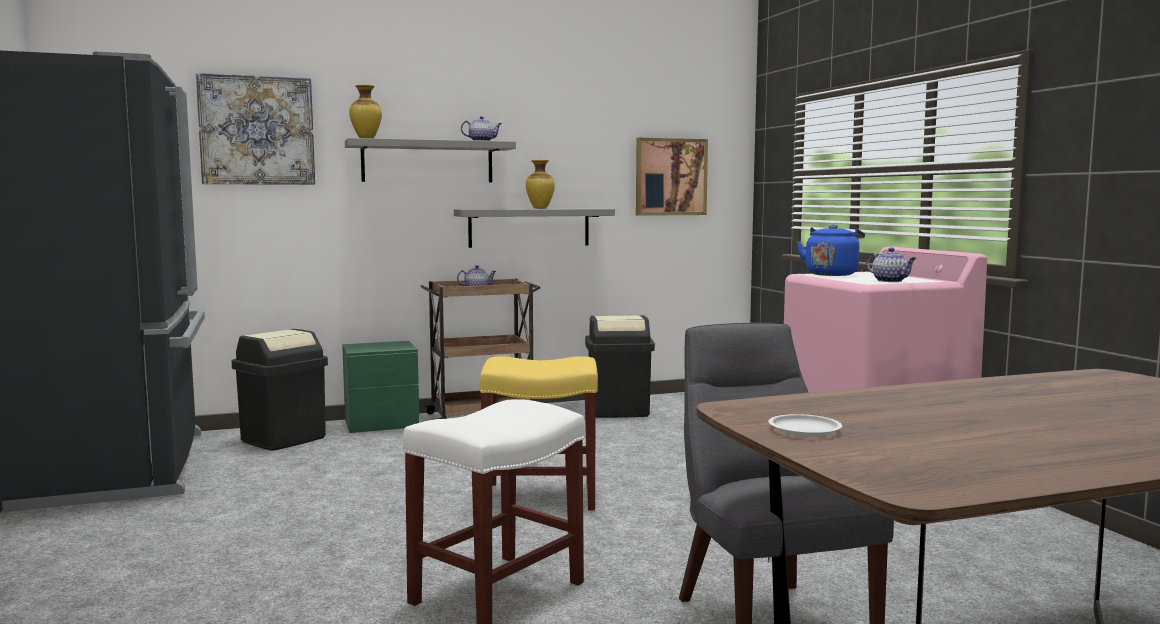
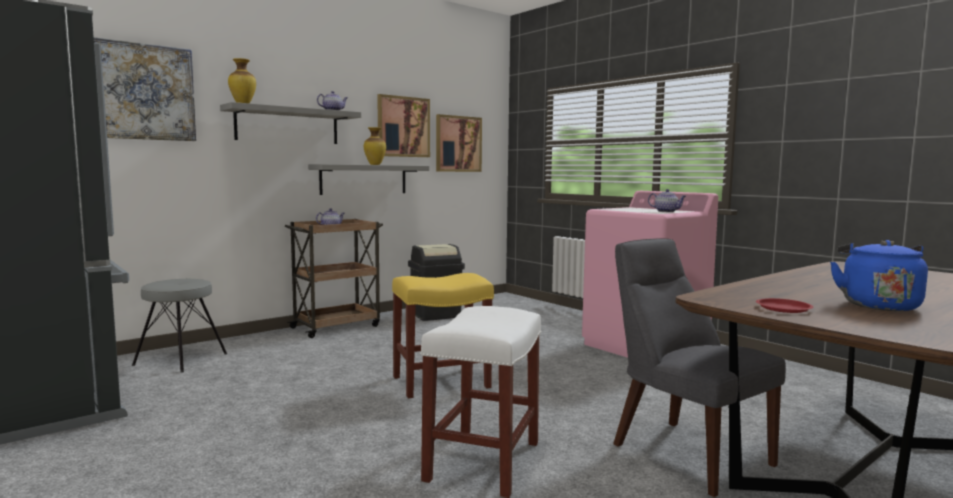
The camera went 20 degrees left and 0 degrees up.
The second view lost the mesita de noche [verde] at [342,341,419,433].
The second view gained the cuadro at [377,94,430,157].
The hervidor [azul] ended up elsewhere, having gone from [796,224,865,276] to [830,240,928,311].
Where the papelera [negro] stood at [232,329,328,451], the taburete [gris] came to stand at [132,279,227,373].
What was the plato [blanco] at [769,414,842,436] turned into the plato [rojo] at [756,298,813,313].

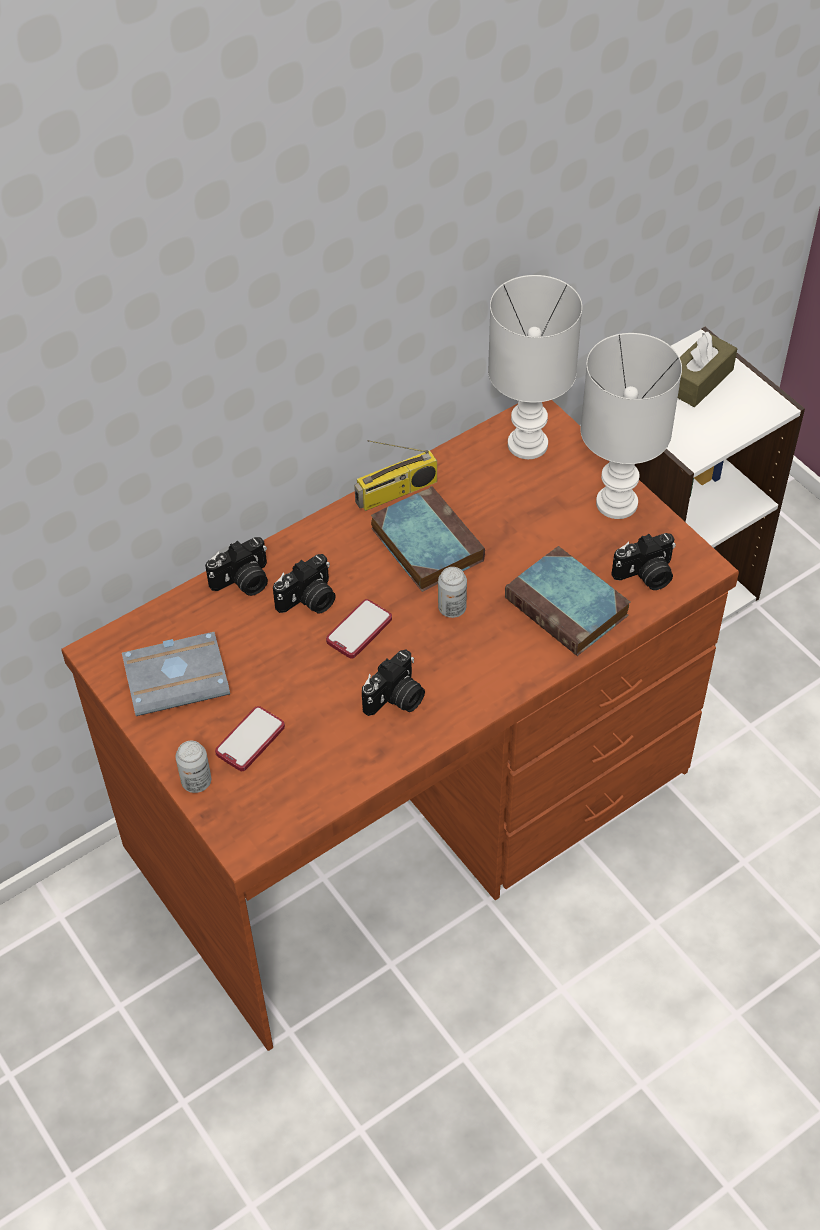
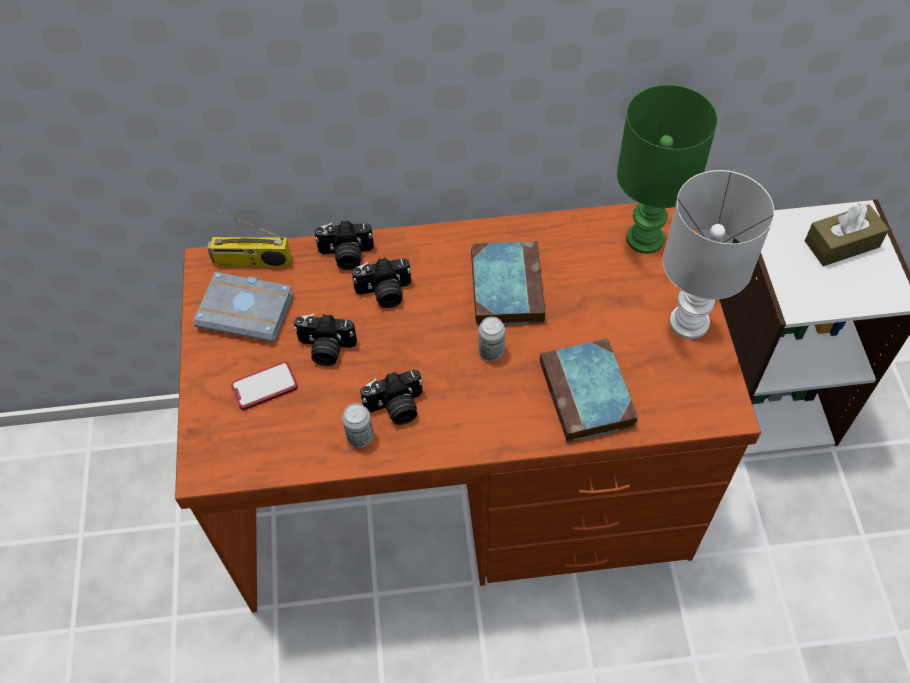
The camera went 30 degrees right and 5 degrees up.
The second view lost the móvil at [326,599,392,659].
The lata ended up elsewhere, having gone from [175,741,211,793] to [342,403,374,448].
The radio ended up elsewhere, having gone from [354,440,437,511] to [207,209,291,267].
The cámara ended up elsewhere, having gone from [612,533,676,590] to [294,314,357,366].
What was the lámpara de mesa [blanco] at [488,275,582,459] turned into the lámpara de mesa [verde] at [617,84,718,254].

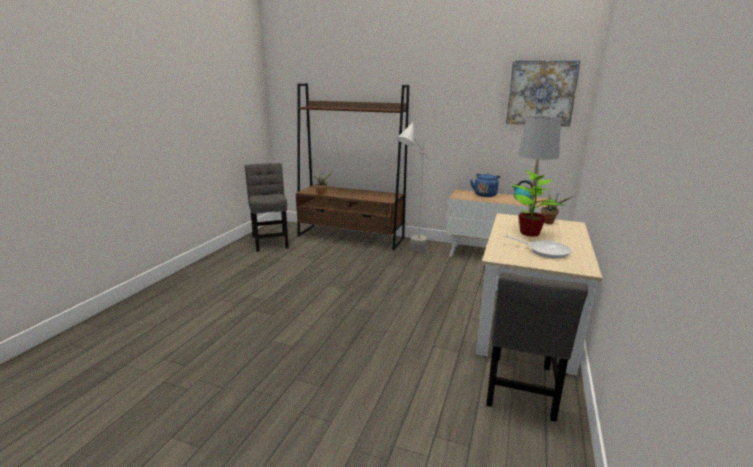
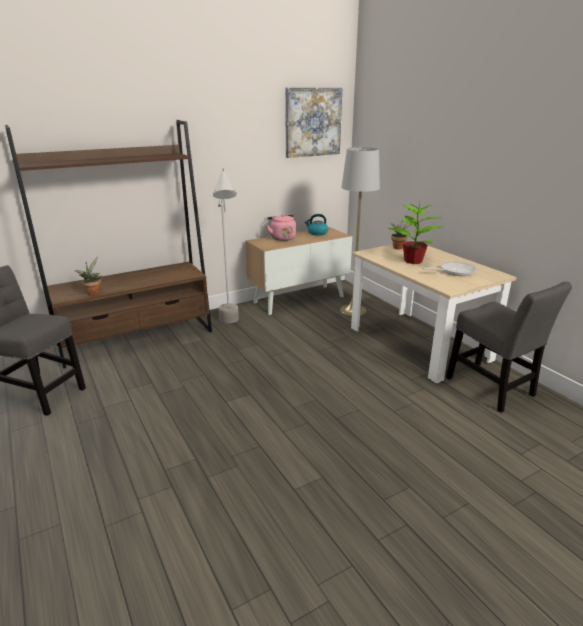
The camera went 50 degrees left and 5 degrees up.
What was the hervidor [azul] at [470,173,500,197] turned into the hervidor [rosa] at [267,214,296,241].

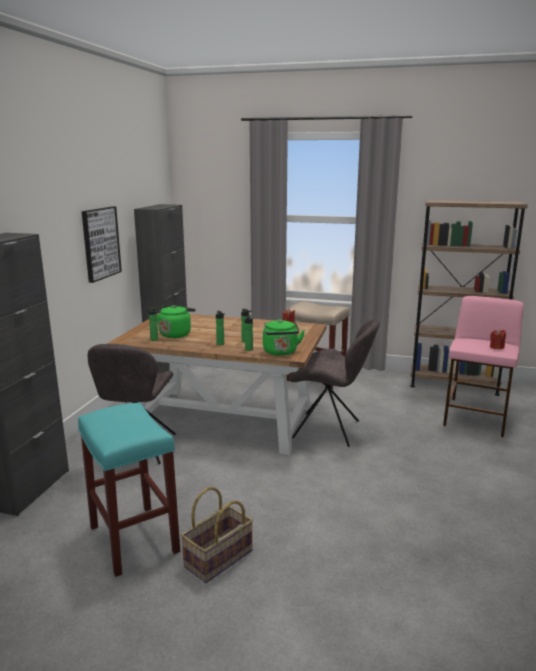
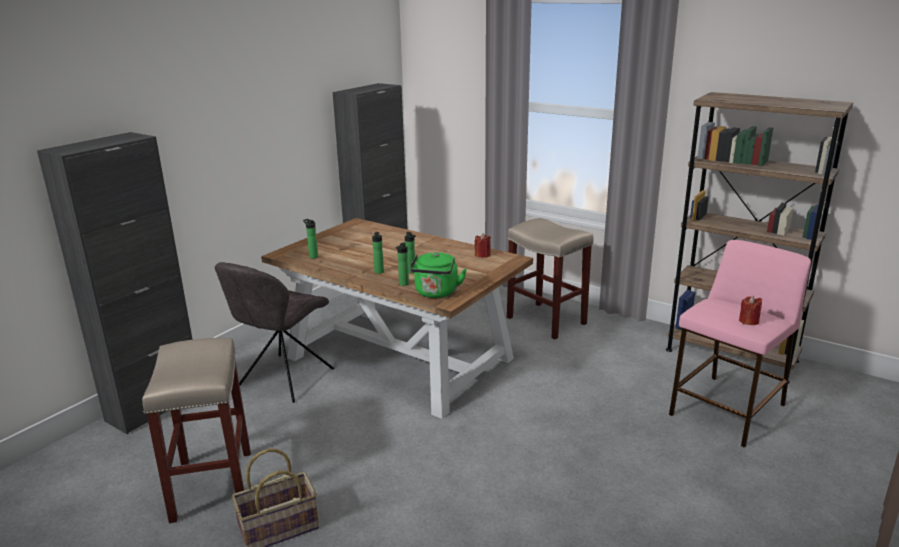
The camera went 20 degrees right and 5 degrees up.
The second view lost the cuadro at [82,206,122,283].
The second view lost the hervidor [verde] at [157,305,196,338].
The second view lost the silla [gris] at [289,319,380,447].
What was the taburete [turquesa] at [78,403,180,577] turned into the taburete [beis] at [142,338,251,523].

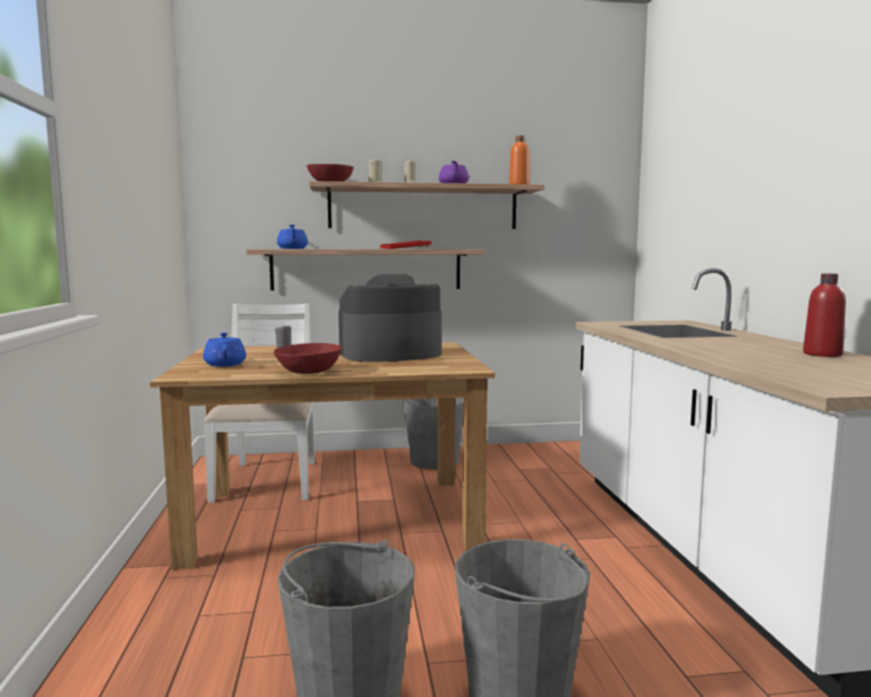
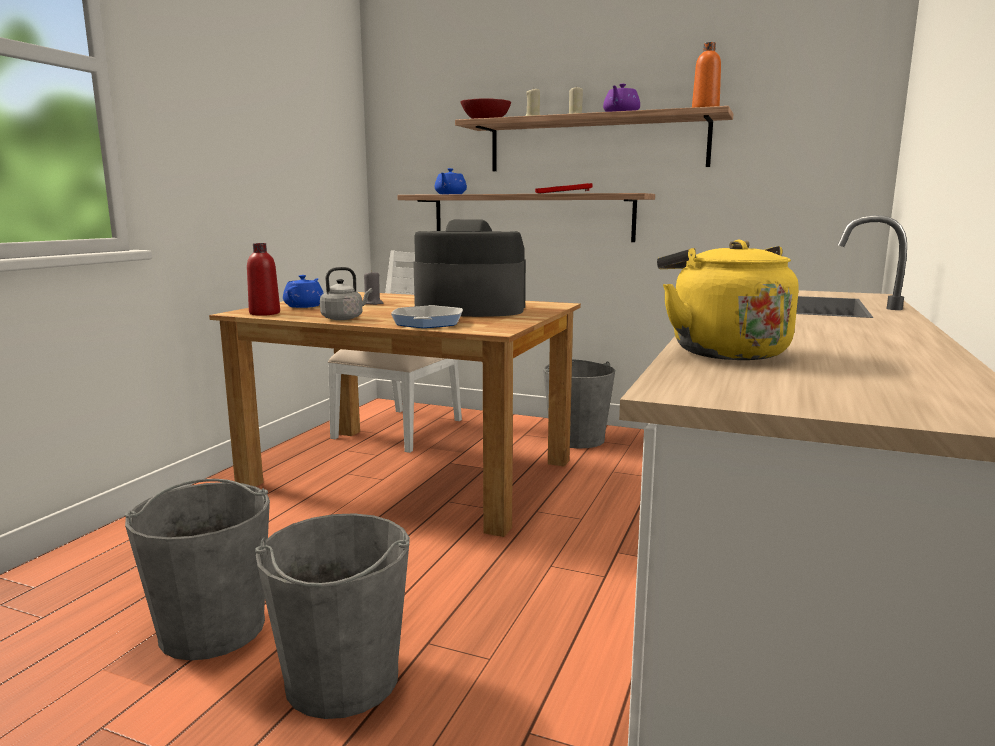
The camera went 30 degrees right and 5 degrees up.
The second view gained the sartén at [391,305,463,328].
The second view gained the hervidor [amarillo] at [657,239,798,360].
The botella [rojo] ended up elsewhere, having gone from [803,273,846,357] to [247,243,280,316].
Where the cuenco [rojo] stood at [274,343,341,374], the hervidor [gris] came to stand at [320,267,373,320].

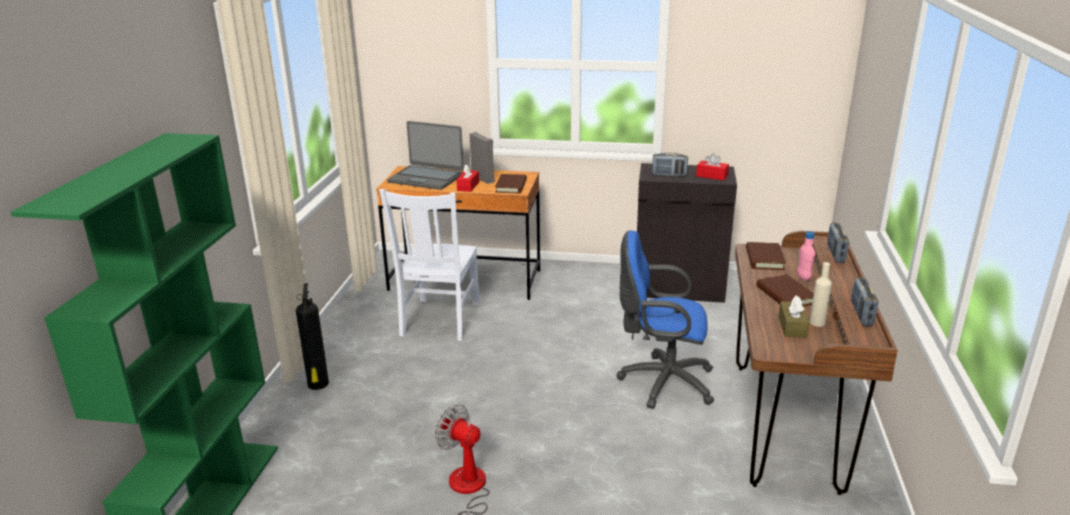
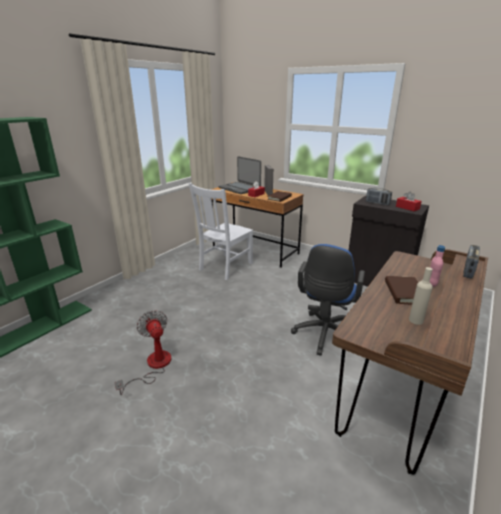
The camera went 25 degrees right and 0 degrees up.
The second view lost the extintor at [296,283,329,390].
The second view lost the libro [marrón] at [746,242,786,270].
The second view lost the caja de pañuelos [marrón] at [779,296,809,338].
The second view lost the radio at [851,277,878,326].
The silla de oficina [azul] at [616,230,714,409] ended up facing another way, 105 degrees counterclockwise from before.

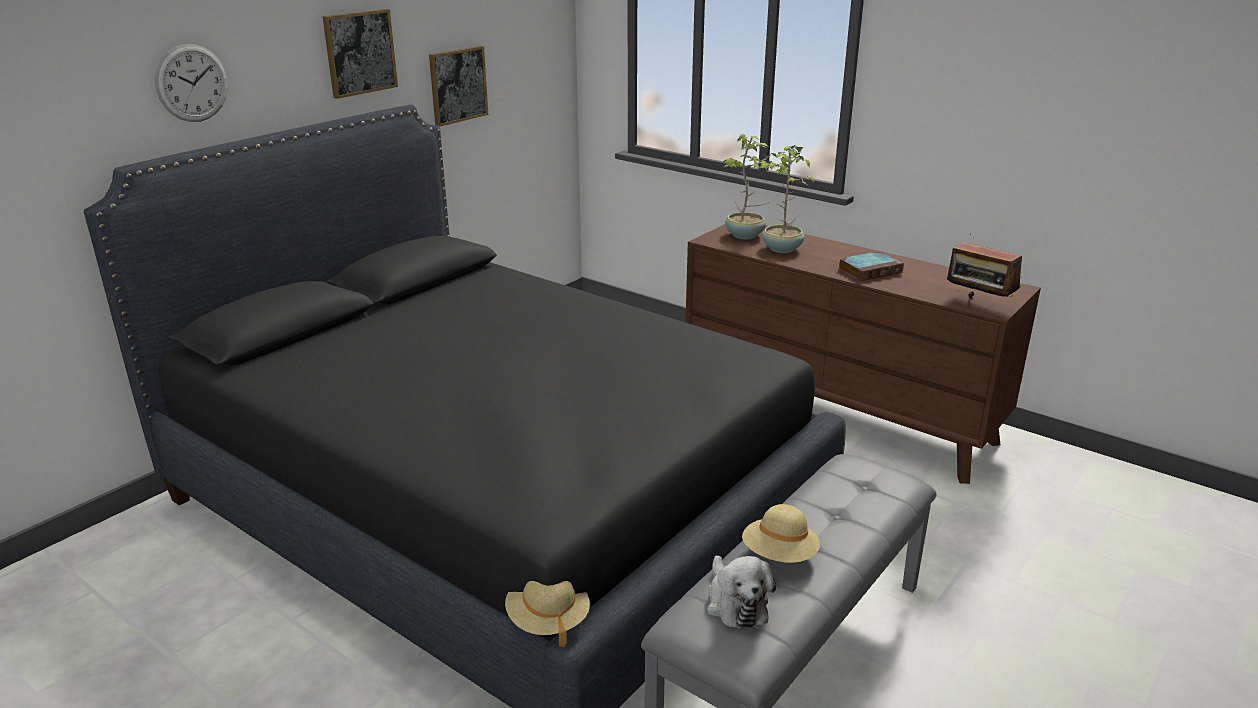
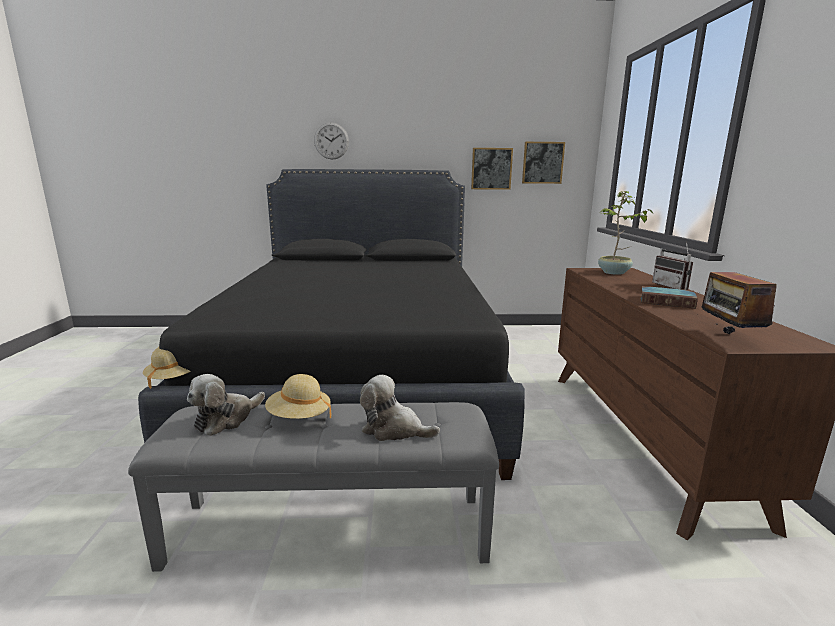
The camera went 50 degrees right and 10 degrees down.
The second view lost the planta en maceta at [759,144,814,253].
The second view gained the peluche at [360,375,440,441].
The second view gained the radio at [652,241,693,290].
The cuadro ended up elsewhere, having gone from [323,9,398,99] to [522,142,565,184].

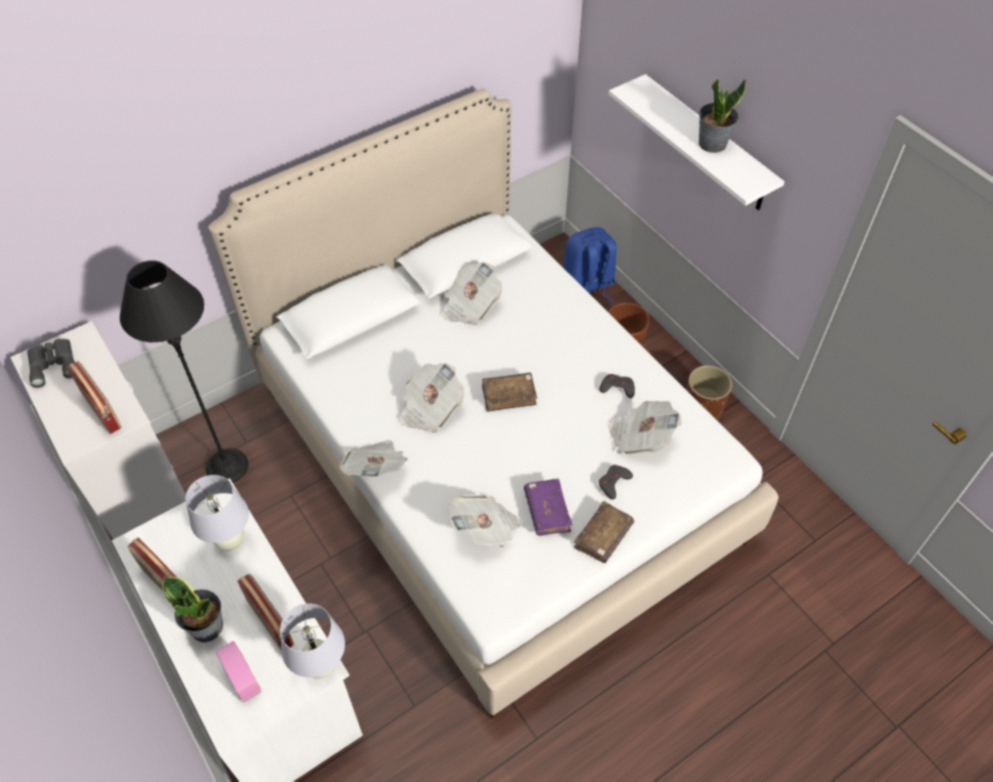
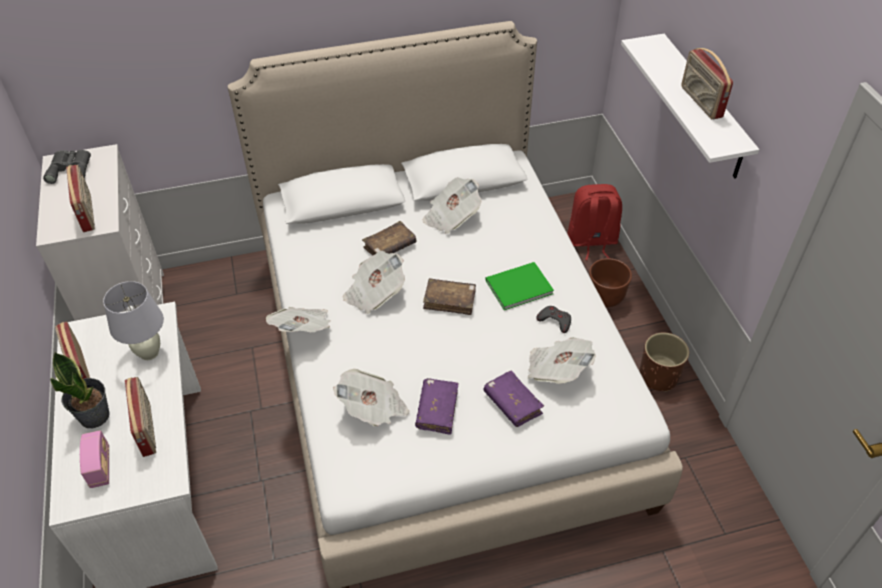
The camera went 20 degrees right and 5 degrees down.
The second view lost the lámpara de pie [negro] at [120,260,248,483].
The second view lost the lámpara de mesa [blanco] at [280,603,345,679].
The second view gained the libro [verde] at [485,262,554,310].
The libro [marrón] ended up elsewhere, having gone from [574,501,634,563] to [362,221,416,256].
Where the mando de consola [gris] stood at [599,465,633,500], the libro [morado] came to stand at [483,371,544,427].
Where the planta en maceta stood at [699,78,747,153], the radio came to stand at [681,48,733,119].
What was the mochila [azul] at [563,227,616,302] turned into the mochila [rojo] at [567,184,622,260].

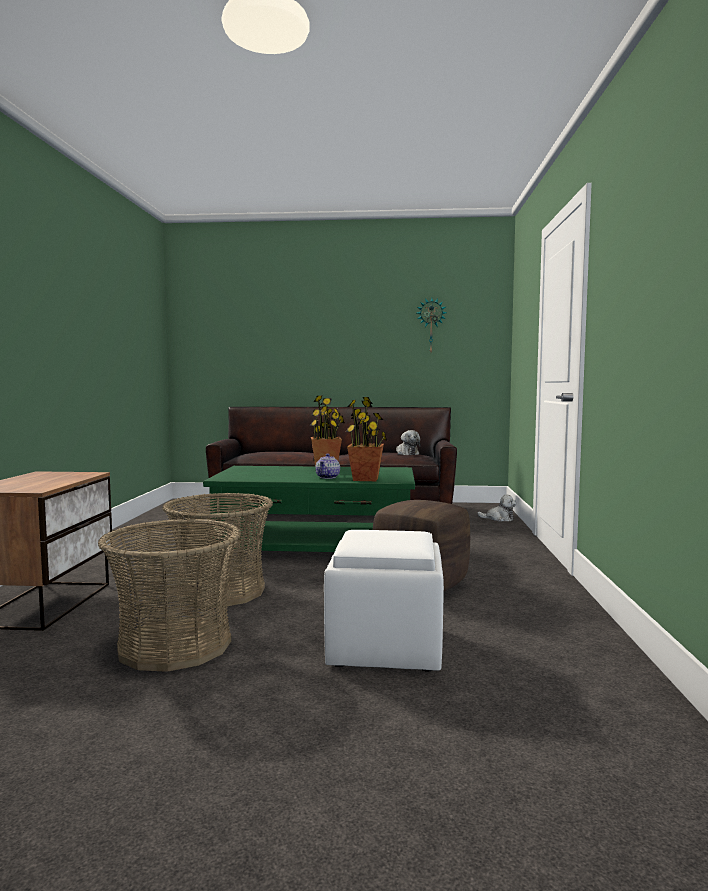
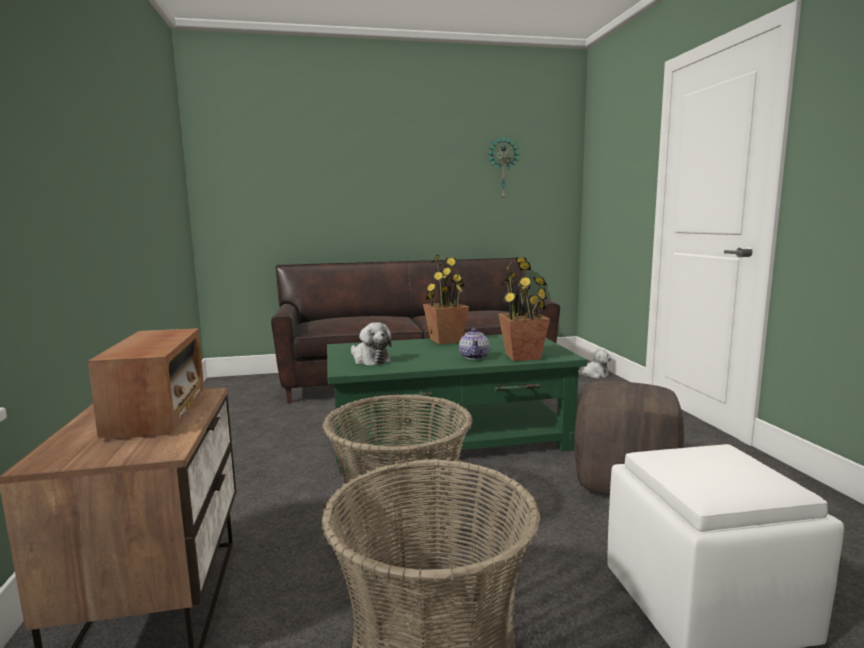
The camera went 15 degrees left and 5 degrees up.
The second view gained the radio at [88,328,204,440].
The peluche ended up elsewhere, having gone from [396,430,421,455] to [351,322,392,366].

